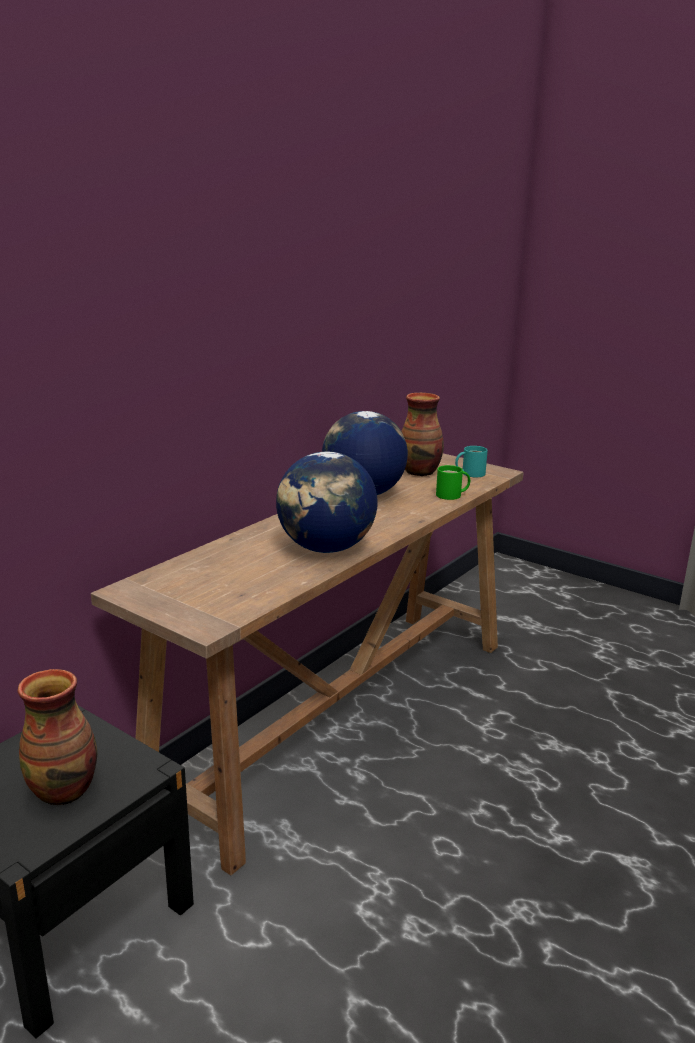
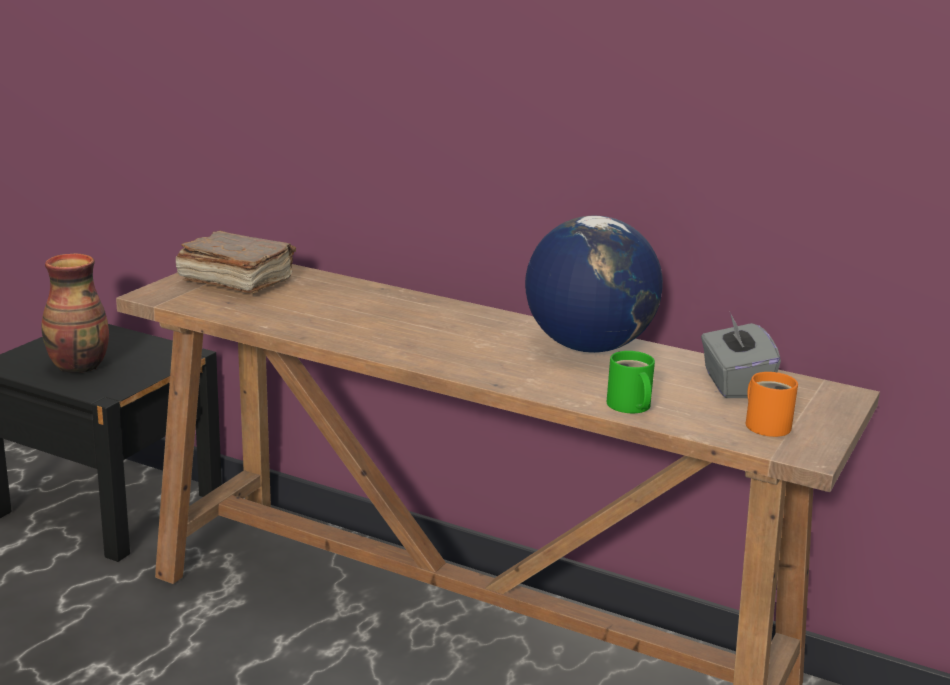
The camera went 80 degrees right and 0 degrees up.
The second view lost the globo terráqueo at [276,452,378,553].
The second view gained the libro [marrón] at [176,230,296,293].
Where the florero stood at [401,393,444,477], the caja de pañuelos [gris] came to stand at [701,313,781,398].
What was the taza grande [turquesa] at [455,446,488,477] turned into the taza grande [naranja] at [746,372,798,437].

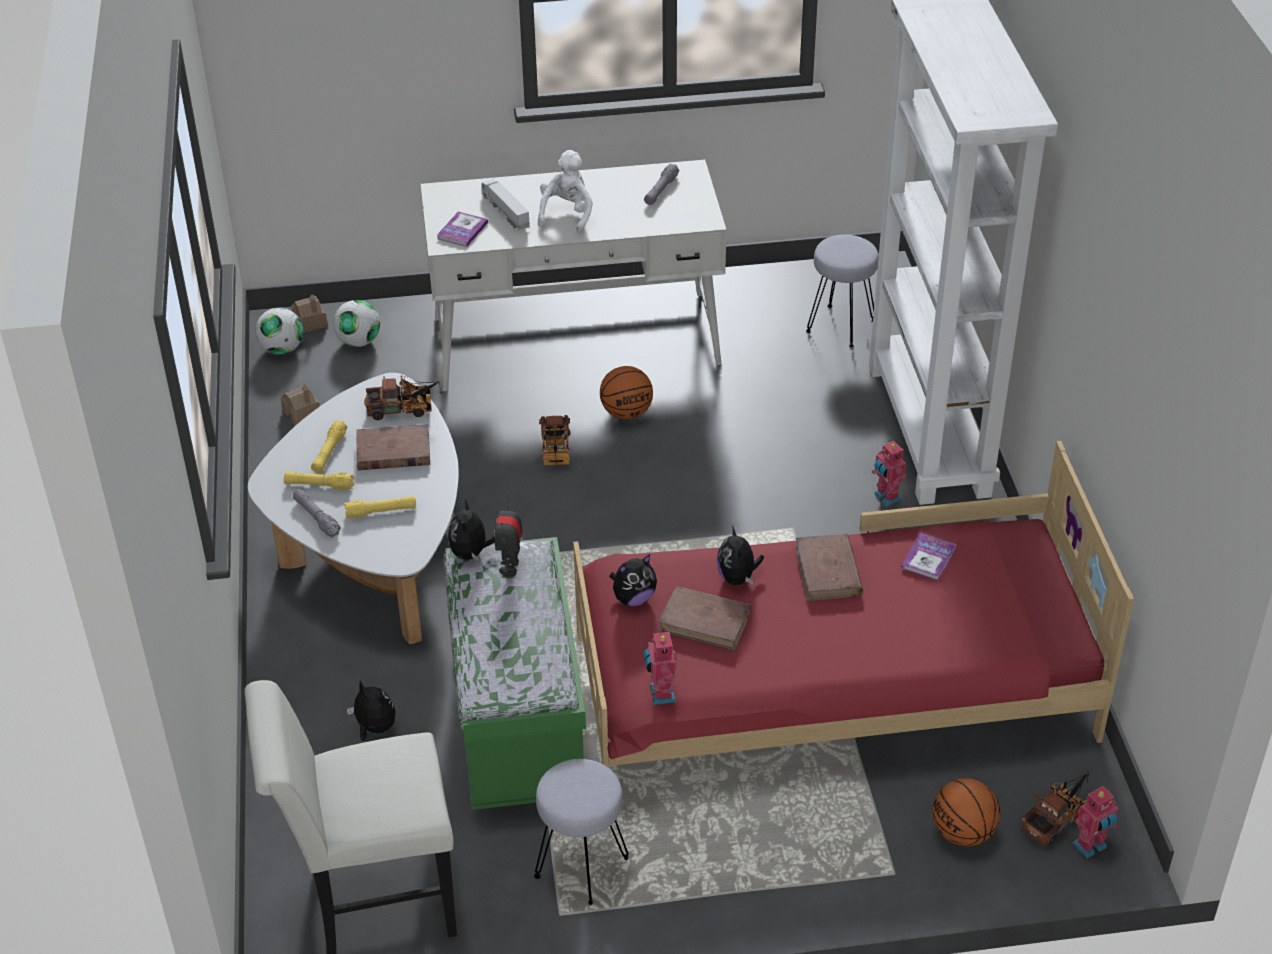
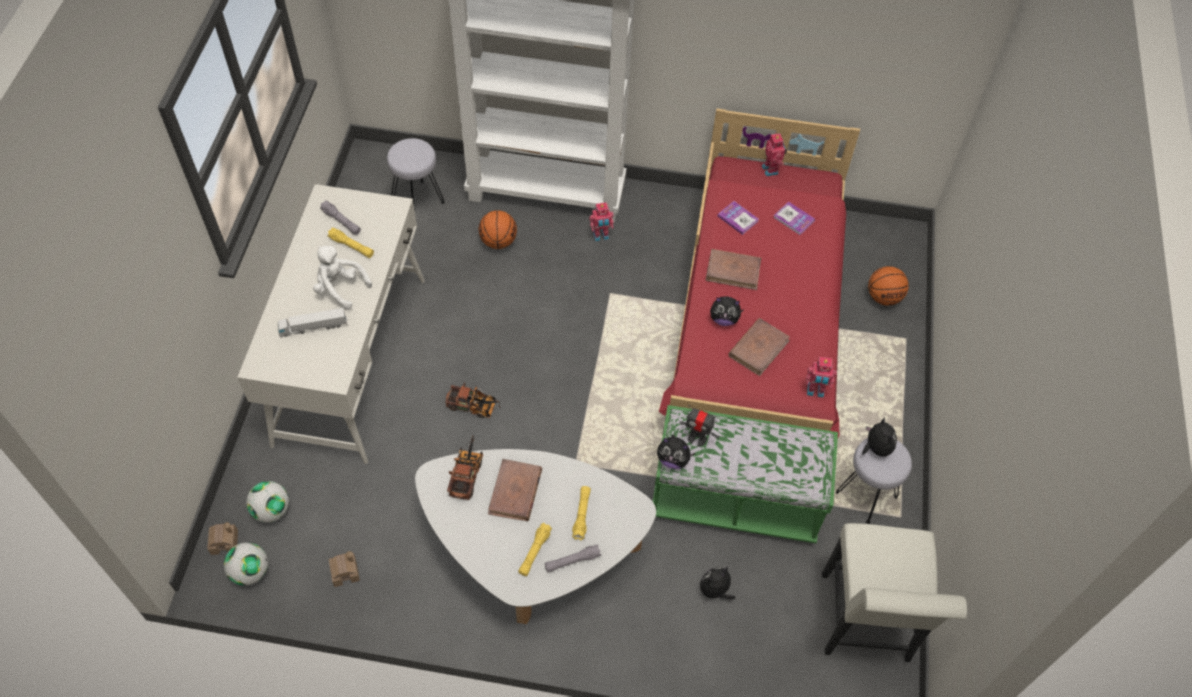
The camera went 75 degrees left and 15 degrees up.
The second view lost the camión de juguete at [1021,771,1089,846].
The linterna [amarillo] ended up elsewhere, having gone from [311,420,347,473] to [328,228,374,258].
The libro ended up elsewhere, having gone from [437,212,488,247] to [773,201,815,235].
The balón de baloncesto ended up elsewhere, having gone from [600,366,653,420] to [479,211,517,249].
The peluche ended up elsewhere, having gone from [609,554,657,606] to [862,417,897,457].
The robot de juguete ended up elsewhere, having gone from [1073,786,1118,858] to [762,132,787,176].

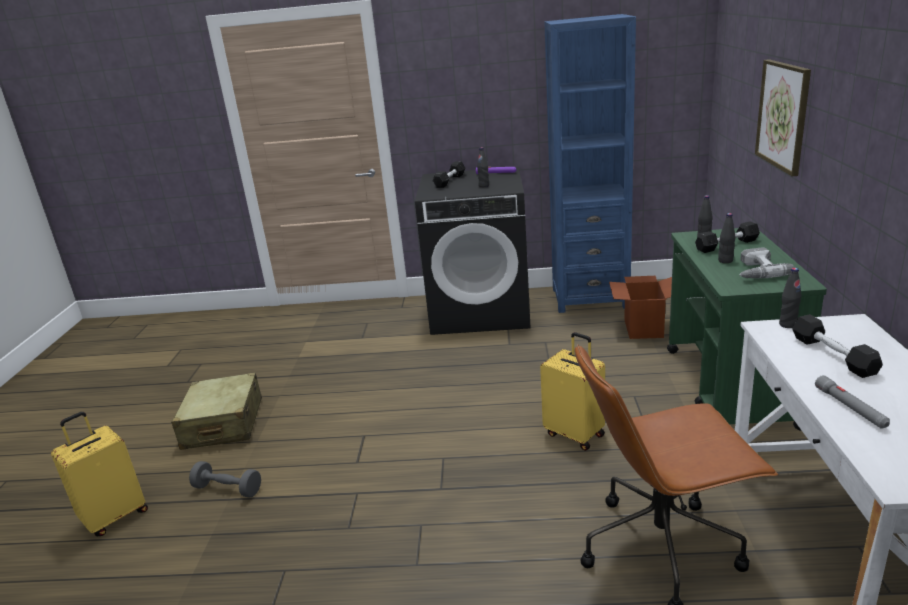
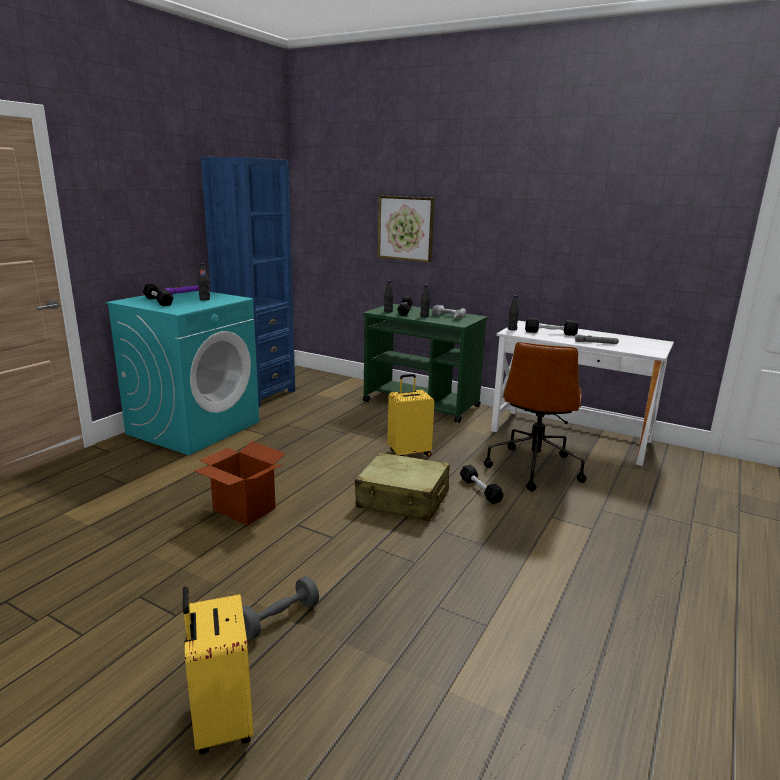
The camera went 65 degrees left and 5 degrees down.
The second view gained the mancuerna [negro] at [460,465,504,504].
The maleta [beis] ended up elsewhere, having gone from [171,372,262,450] to [355,452,450,521].
The caja de cartón ended up elsewhere, having gone from [609,276,672,339] to [194,441,286,525].
What was the lavadora [negro] at [415,167,531,335] turned into the lavadora [turquesa] at [106,291,259,455].

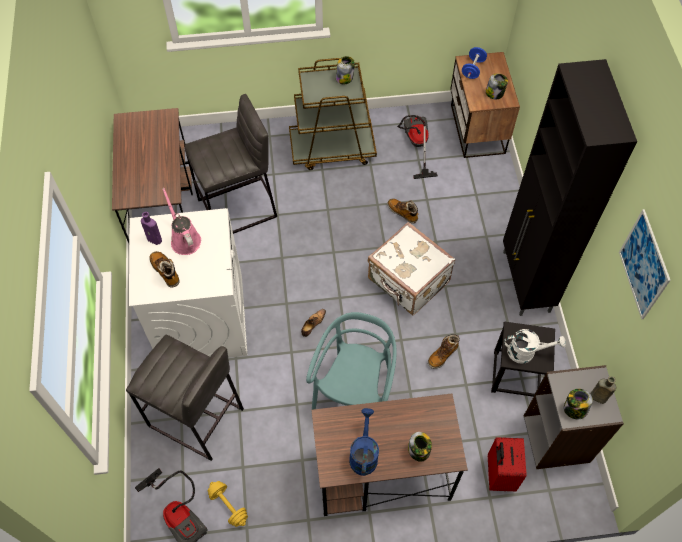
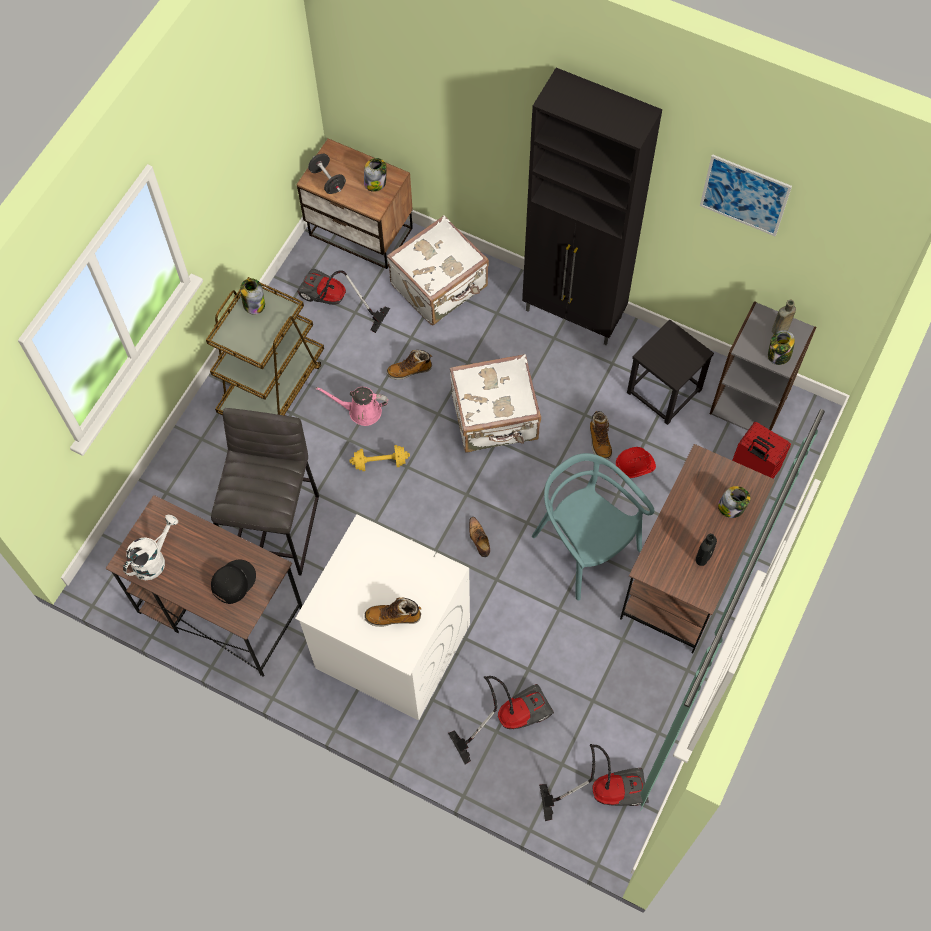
The camera went 55 degrees left and 5 degrees up.
The second view lost the botella [morado] at [141,212,162,245].
The second view gained the gorra [negro] at [211,560,256,604].
The second view gained the maleta [blanco] at [387,215,489,325].
The second view gained the casco [rojo] at [616,447,656,478].
The regadera [rosa] ended up elsewhere, having gone from [162,188,201,255] to [316,387,388,426].
The mancuerna [amarillo] ended up elsewhere, having gone from [207,481,248,527] to [349,445,410,471].
The regadera [blanco] ended up elsewhere, having gone from [505,329,566,364] to [123,515,178,580].
Where the taburete [gris] stood at [126,334,244,461], the aspiradora came to stand at [448,676,554,764].
Where the regadera [azul] stood at [349,408,379,476], the botella [negro] came to stand at [696,534,717,566].
What was the mancuerna [azul] at [462,47,487,79] turned into the mancuerna [negro] at [308,154,346,194].

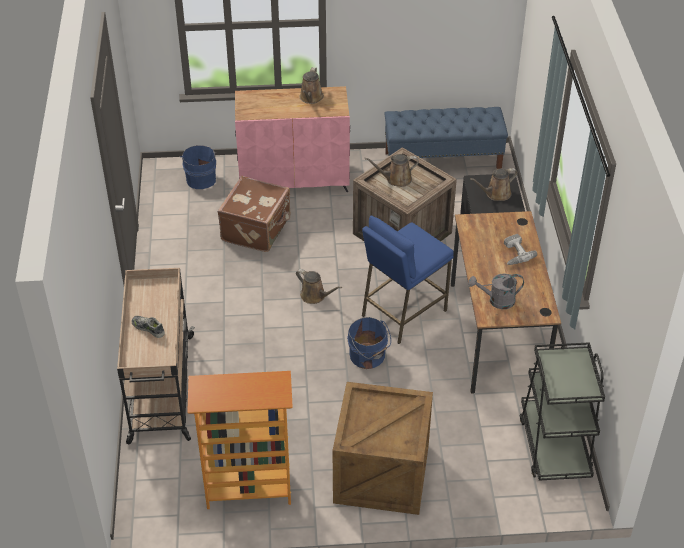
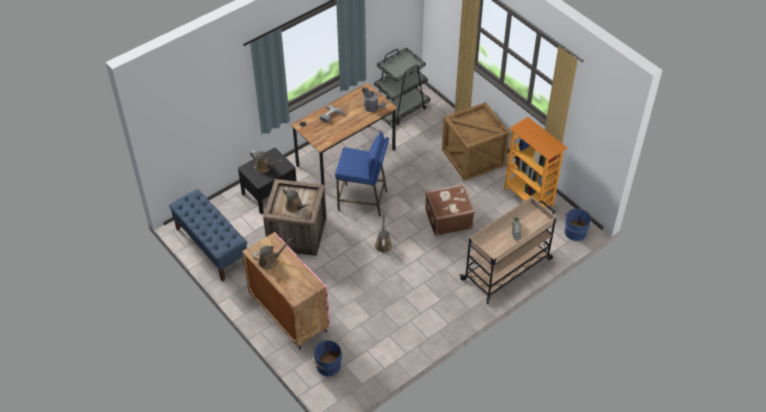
The camera went 125 degrees left and 5 degrees up.
The maleta [marrón] ended up elsewhere, having gone from [217,176,290,252] to [425,184,475,236].
The cubo [azul] ended up elsewhere, having gone from [347,317,391,369] to [565,208,593,241].

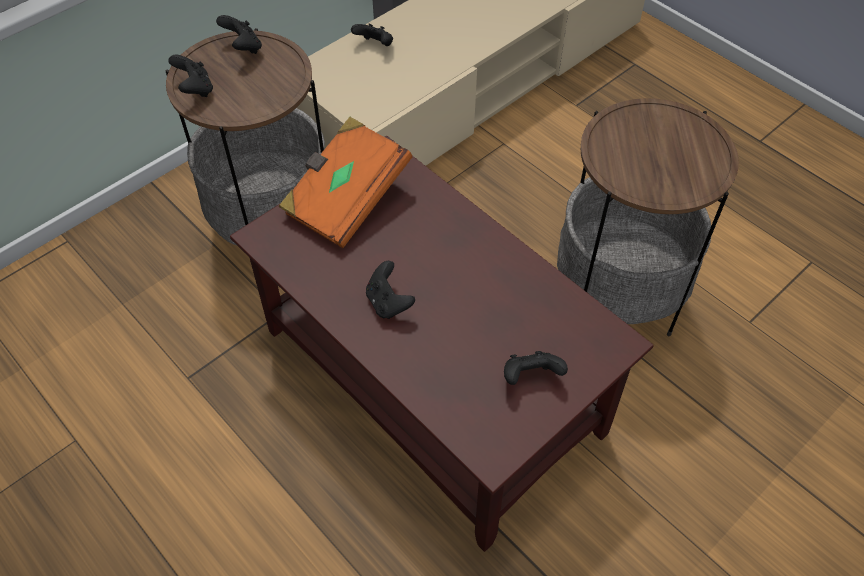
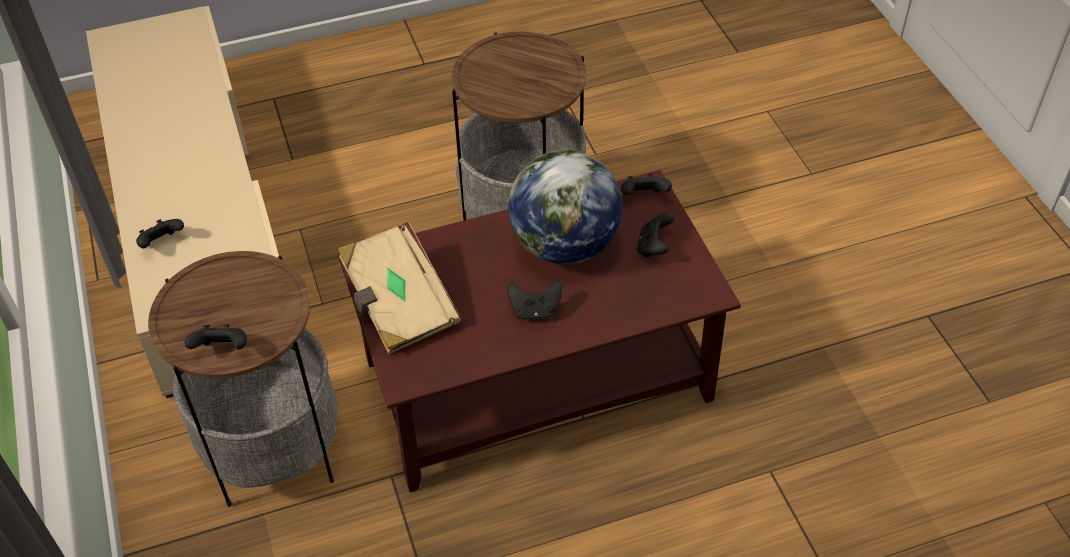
The camera went 65 degrees left and 5 degrees down.
The second view gained the globo terráqueo at [508,150,622,265].
The mando de consola [negro] ended up elsewhere, having gone from [216,15,262,54] to [621,173,672,195].
What was the libro [naranja] at [278,117,412,248] turned into the libro [beis] at [337,222,461,354].

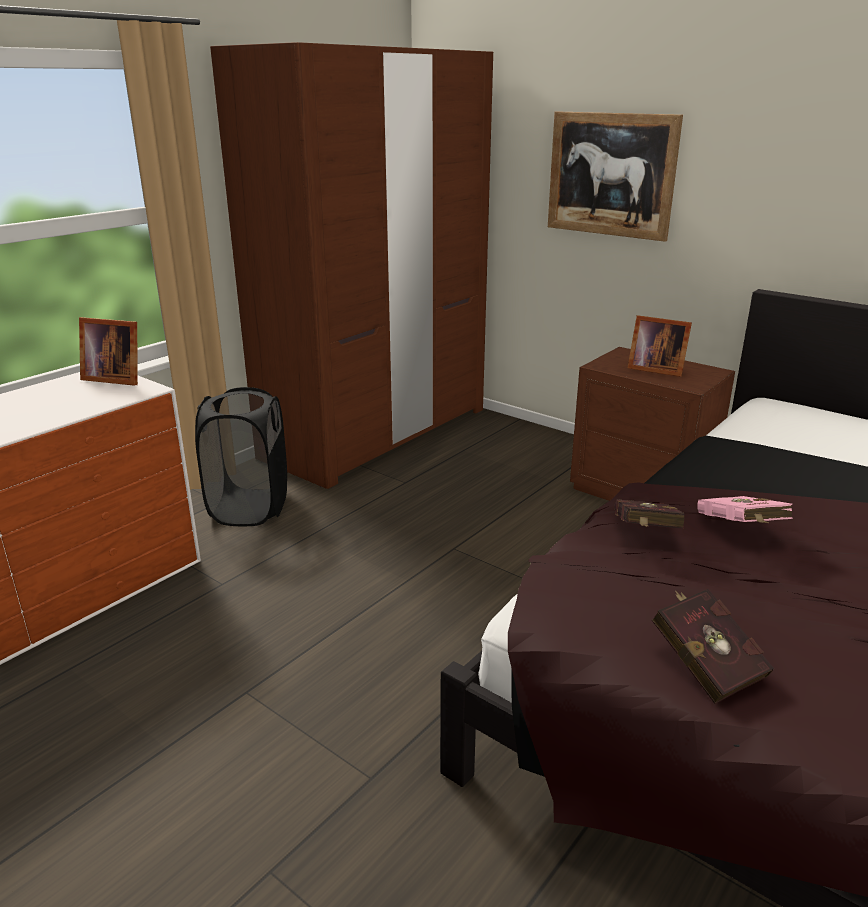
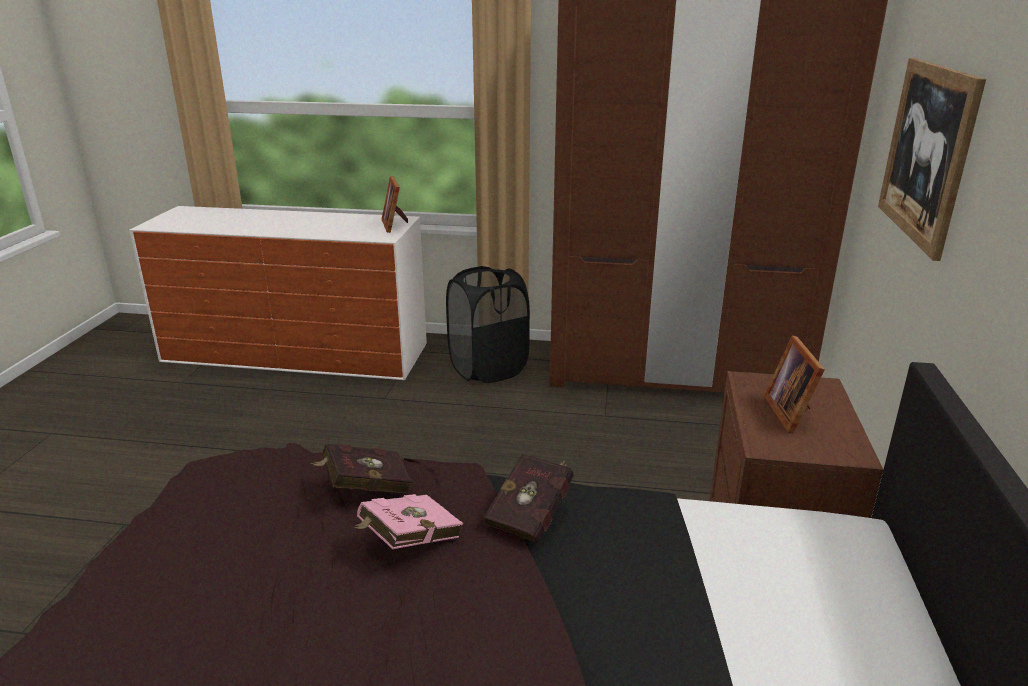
The camera went 60 degrees right and 0 degrees up.
The libro [rojo] ended up elsewhere, having gone from [652,589,774,704] to [483,454,574,543].

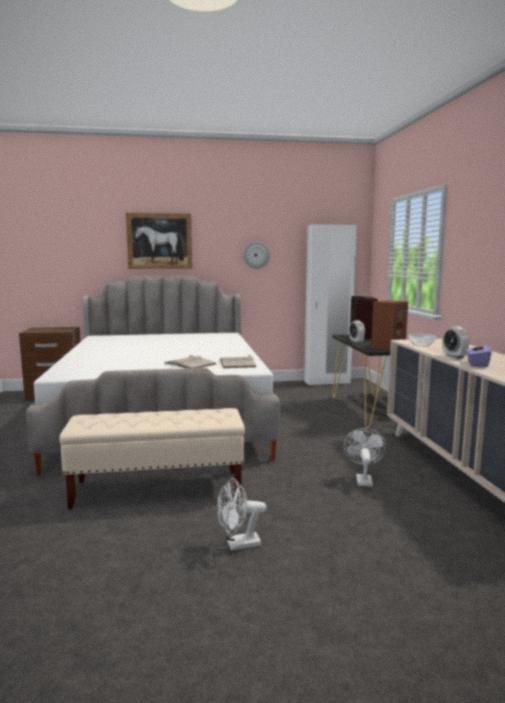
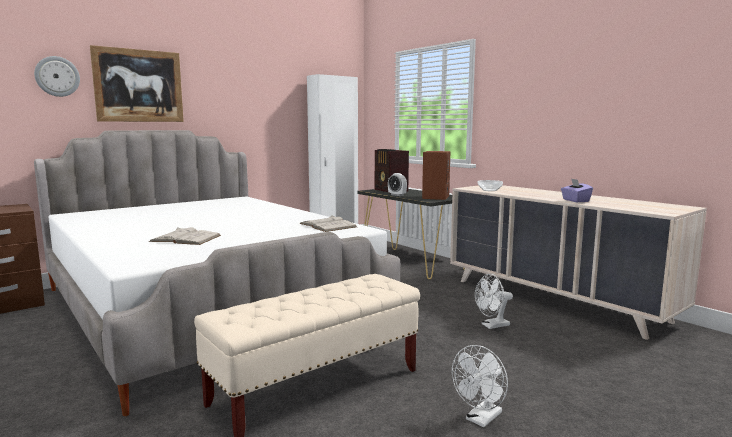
The camera went 30 degrees left and 0 degrees up.
The second view lost the despertador at [443,326,470,359].
The libro [blanco] ended up elsewhere, having gone from [165,355,216,368] to [148,227,221,245].
The reloj de pared ended up elsewhere, having gone from [243,242,270,269] to [34,56,80,97].
The ventilador [blanco] at [344,428,386,487] ended up facing another way, 90 degrees counterclockwise from before.

